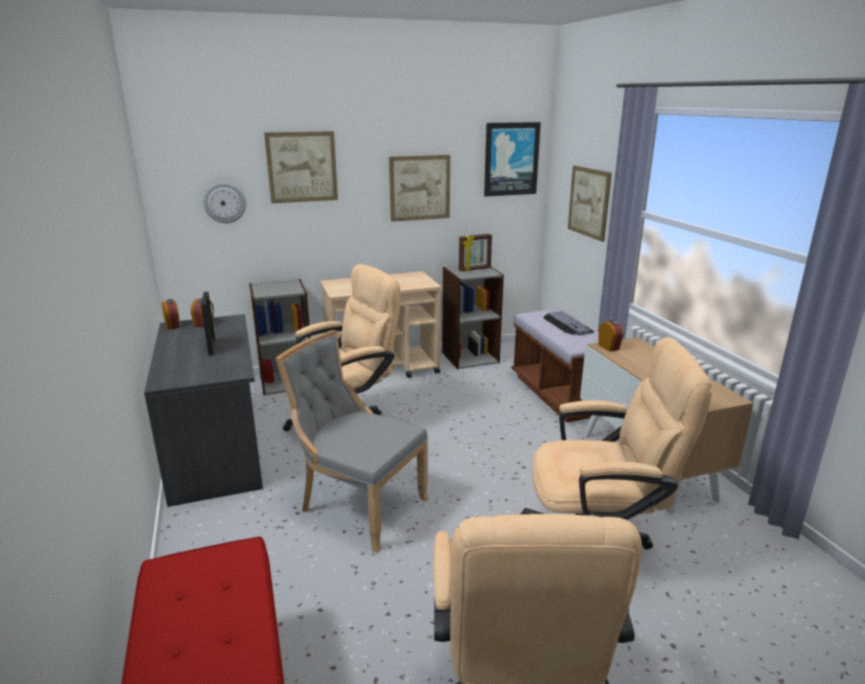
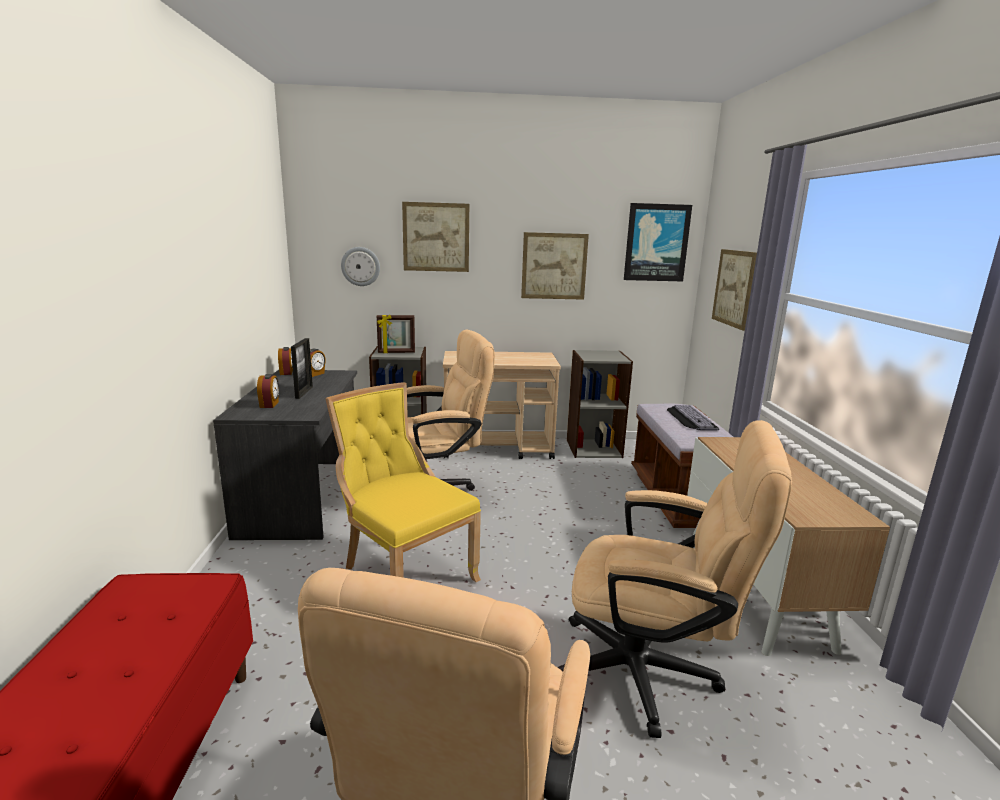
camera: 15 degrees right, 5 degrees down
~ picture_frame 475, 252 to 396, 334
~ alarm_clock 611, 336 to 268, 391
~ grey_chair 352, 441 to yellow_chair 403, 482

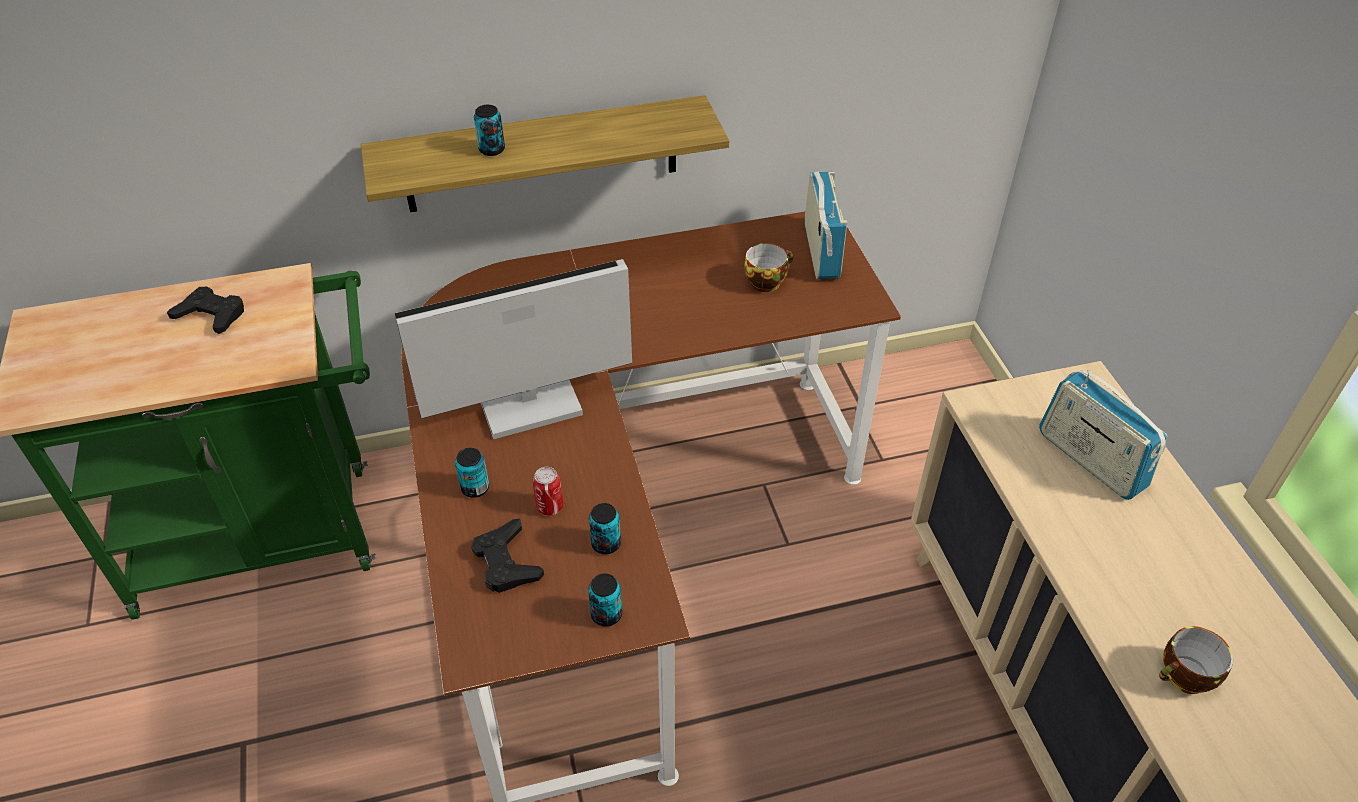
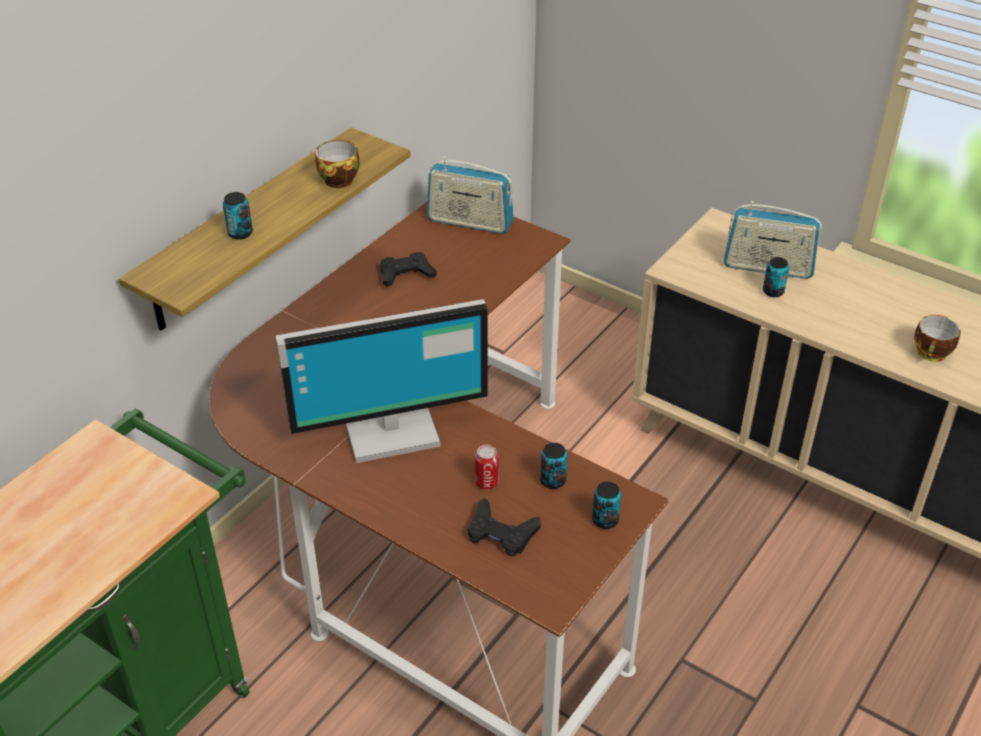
camera: 40 degrees left, 5 degrees down
~ black_game_controller 205, 310 to 408, 269
~ can 472, 473 to 776, 277
~ cup 768, 267 to 337, 164
~ monitor 513, 349 = 382, 381 135 degrees counterclockwise
~ radio 826, 225 = 470, 195 150 degrees clockwise

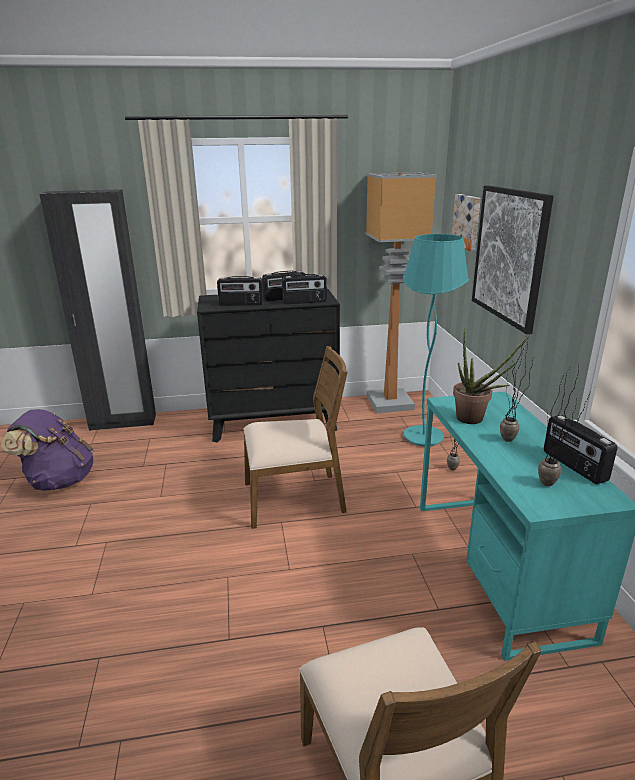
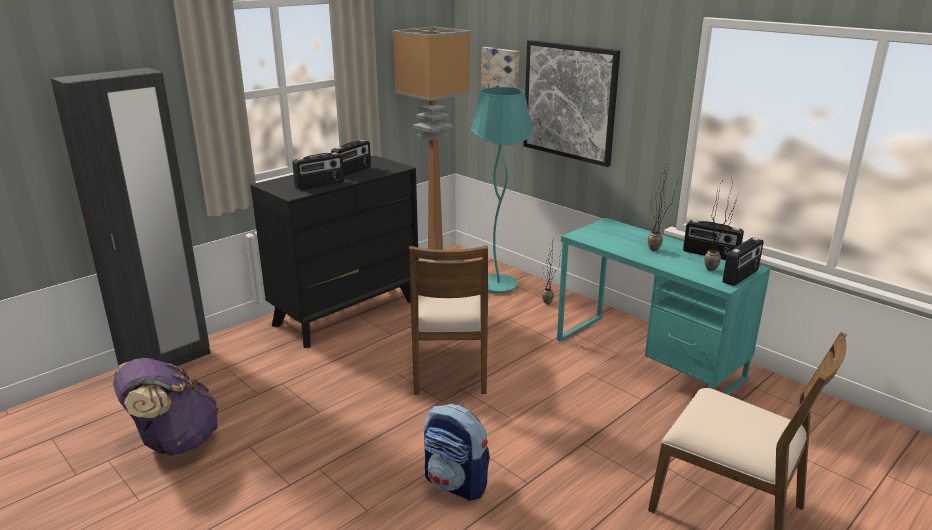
camera: 35 degrees left, 0 degrees up
- potted_plant 492, 376
+ backpack 457, 452
~ radio 304, 289 to 743, 261
~ brown_chair 295, 437 = 449, 320 135 degrees clockwise

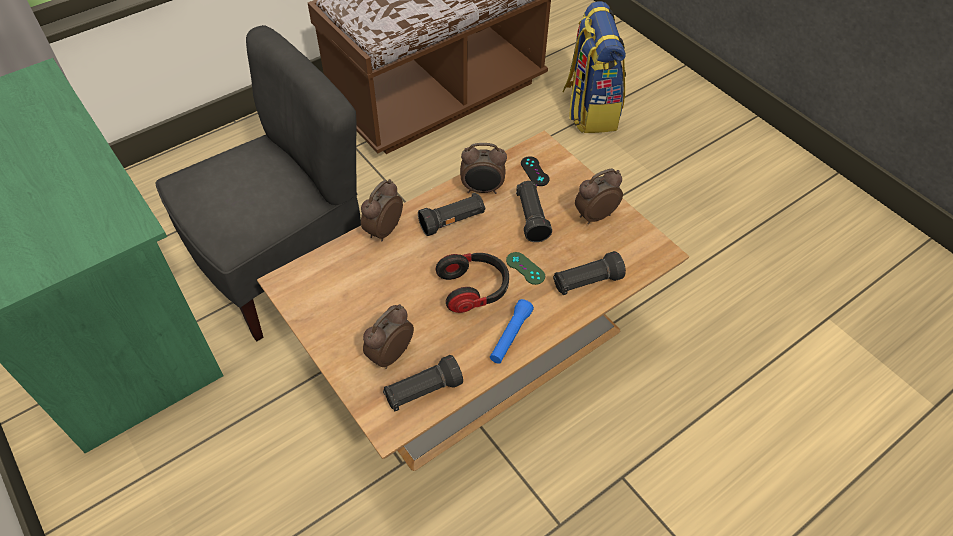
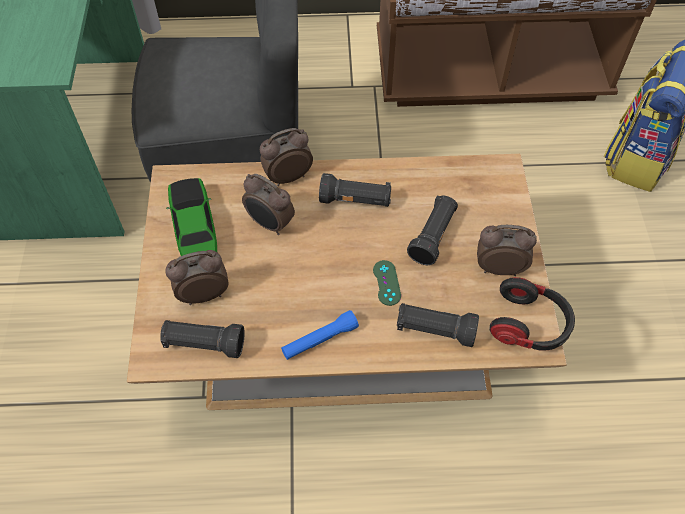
camera: 35 degrees right, 5 degrees up
- black_game_controller 535, 171
+ toy_car 191, 218
~ headphones 472, 283 to 532, 314
~ alarm_clock 483, 168 to 268, 204

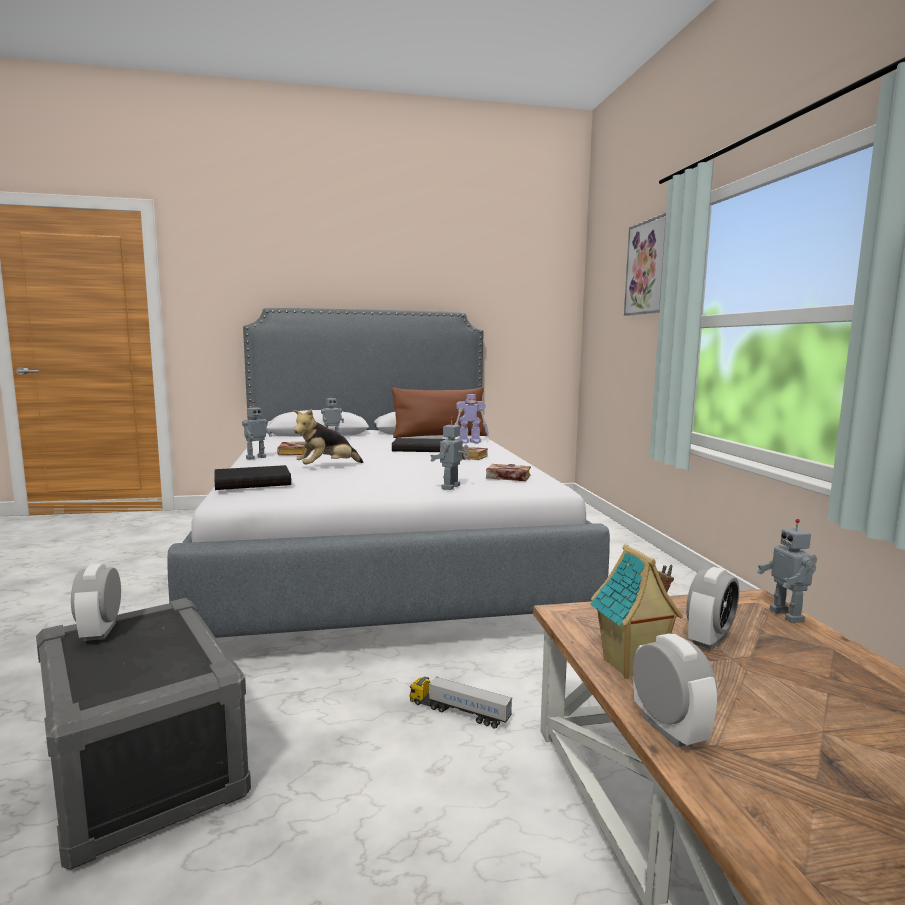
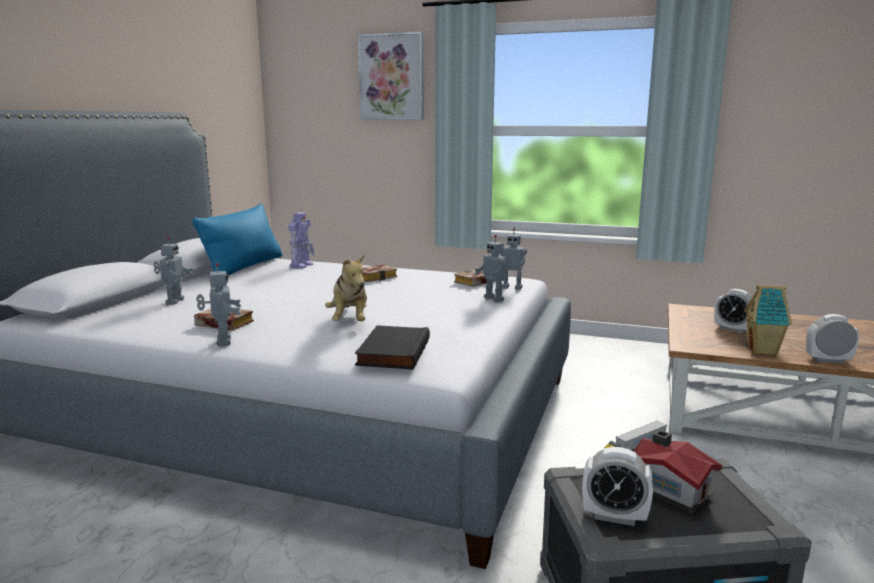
camera: 60 degrees left, 5 degrees up
- black_book 419, 445
+ toy_house 677, 471
~ toy_robot 787, 571 to 514, 259
~ brown_pillow 439, 412 to blue_pillow 237, 239
~ alarm_clock 712, 608 = 733, 311 150 degrees clockwise

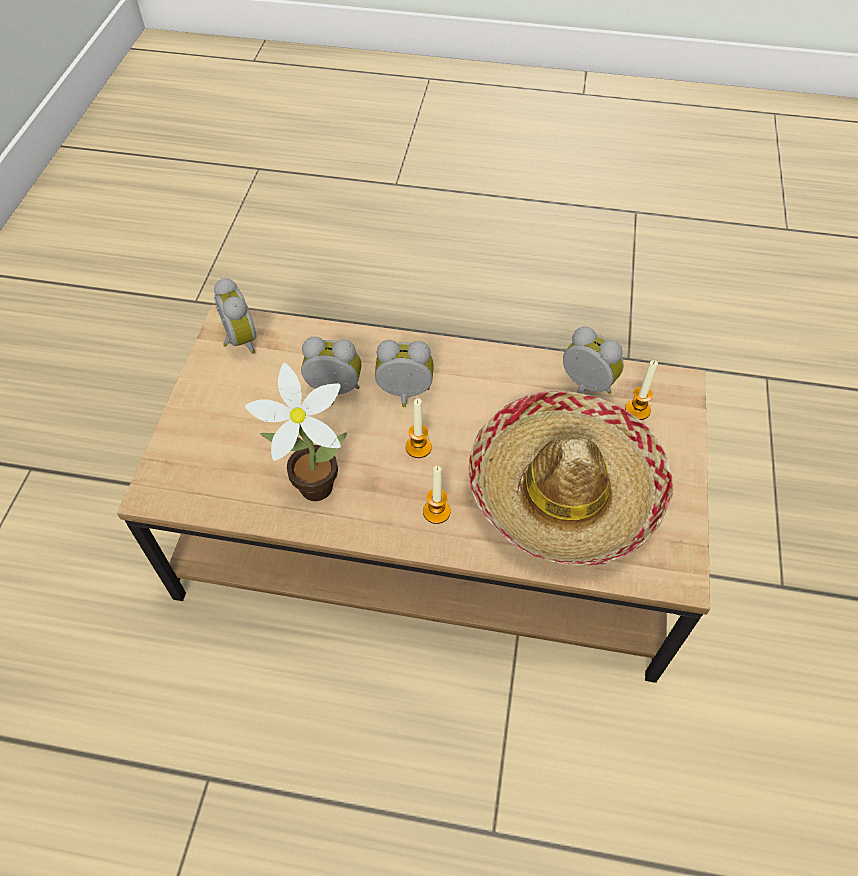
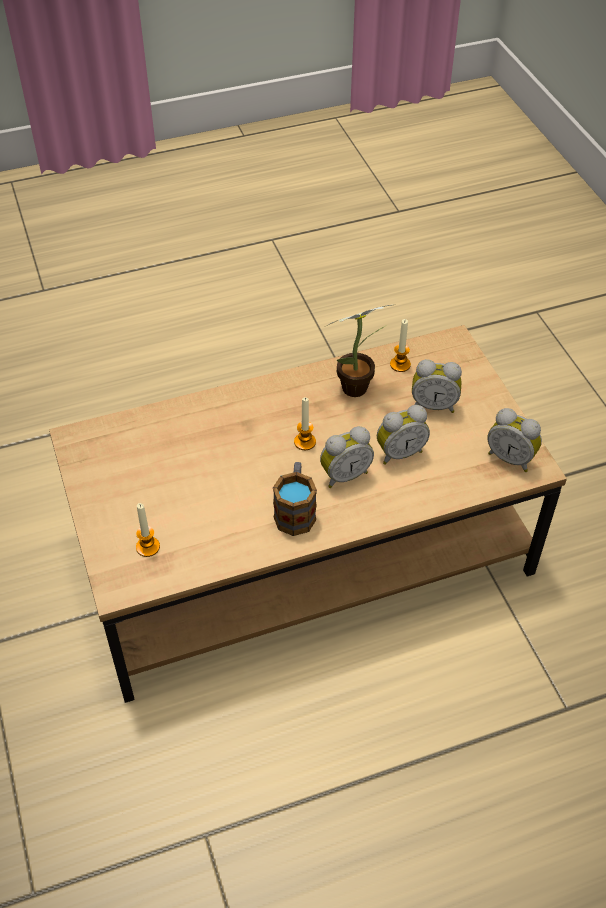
camera: 150 degrees right, 5 degrees down
- hat 570, 478
+ mug 295, 499
~ candle 437, 495 to 400, 345
~ alarm_clock 593, 360 to 437, 386

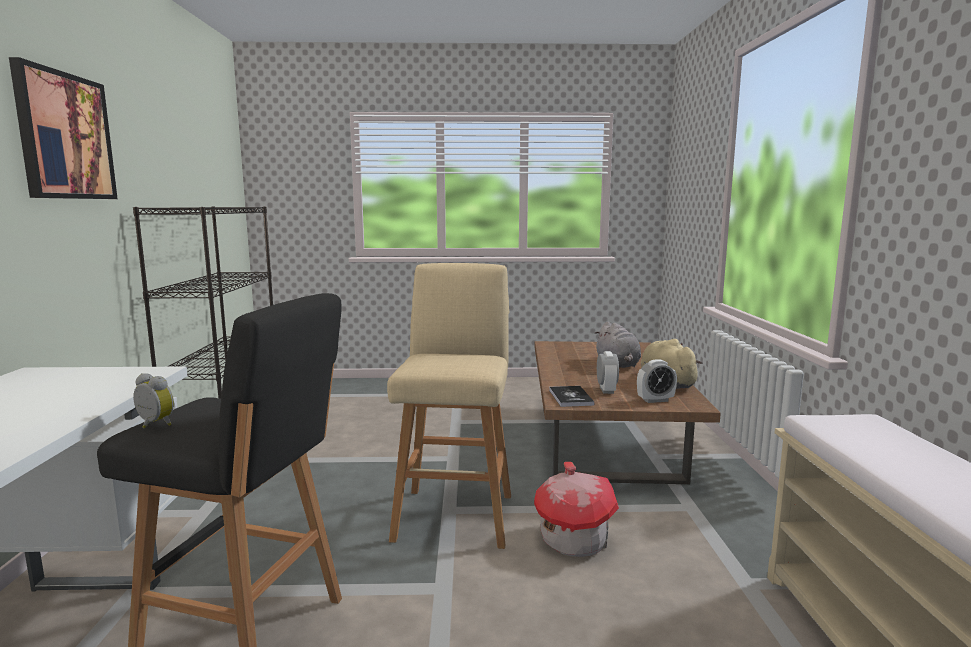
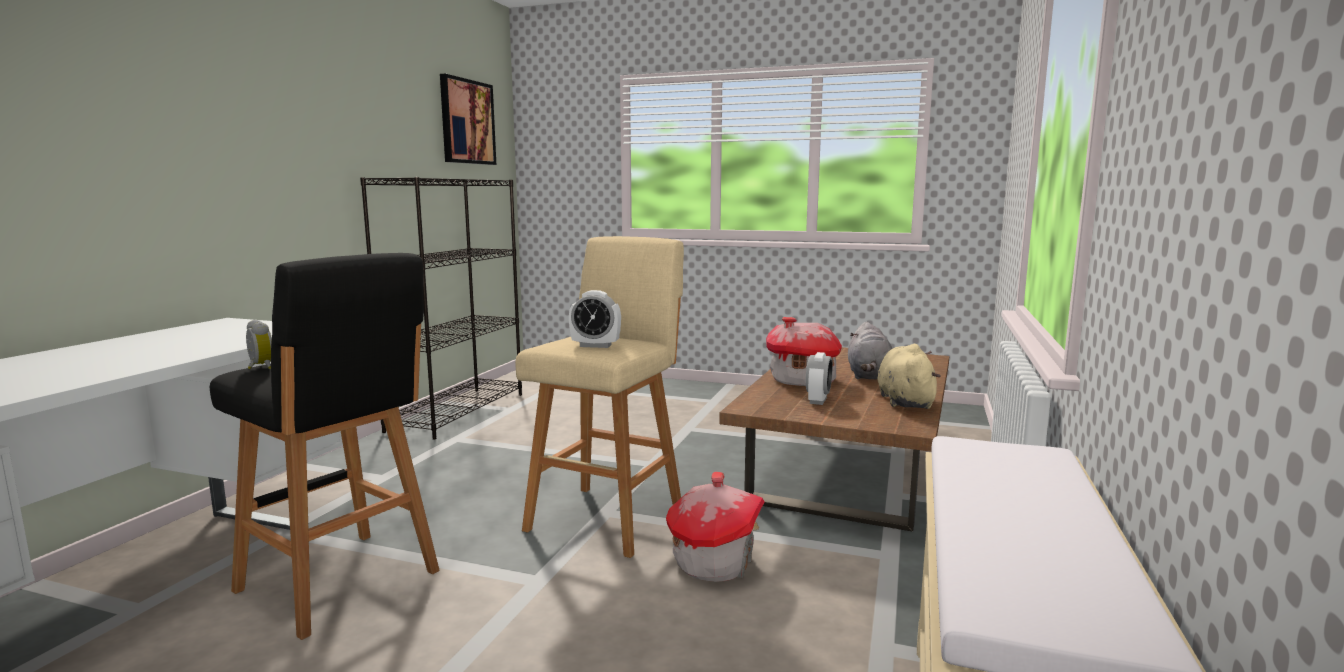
camera: 20 degrees right, 0 degrees up
- book 571, 396
+ toy_house 804, 351
~ picture 63, 128 to 468, 119
~ alarm_clock 657, 381 to 595, 319

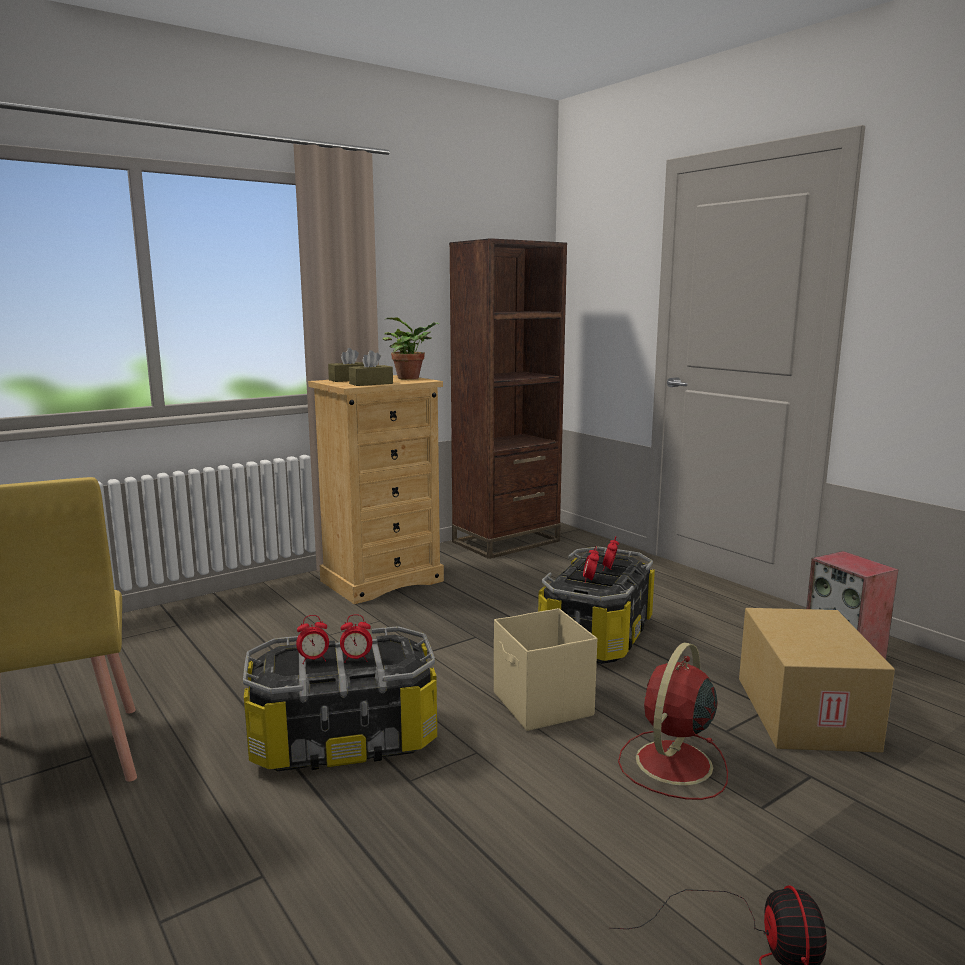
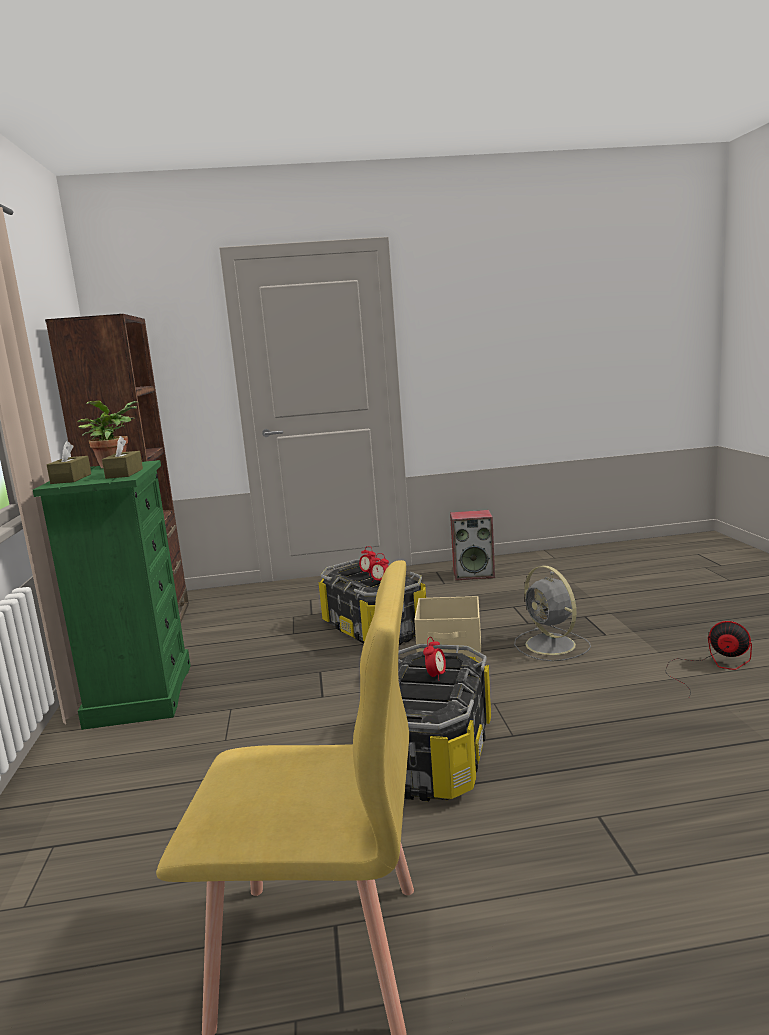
camera: 60 degrees left, 0 degrees up
- alarm_clock 312, 639
- cardboard_box 817, 680
~ beige_dresser 376, 489 to green_dresser 112, 595
~ red_fan 673, 721 to grey_fan 552, 613

